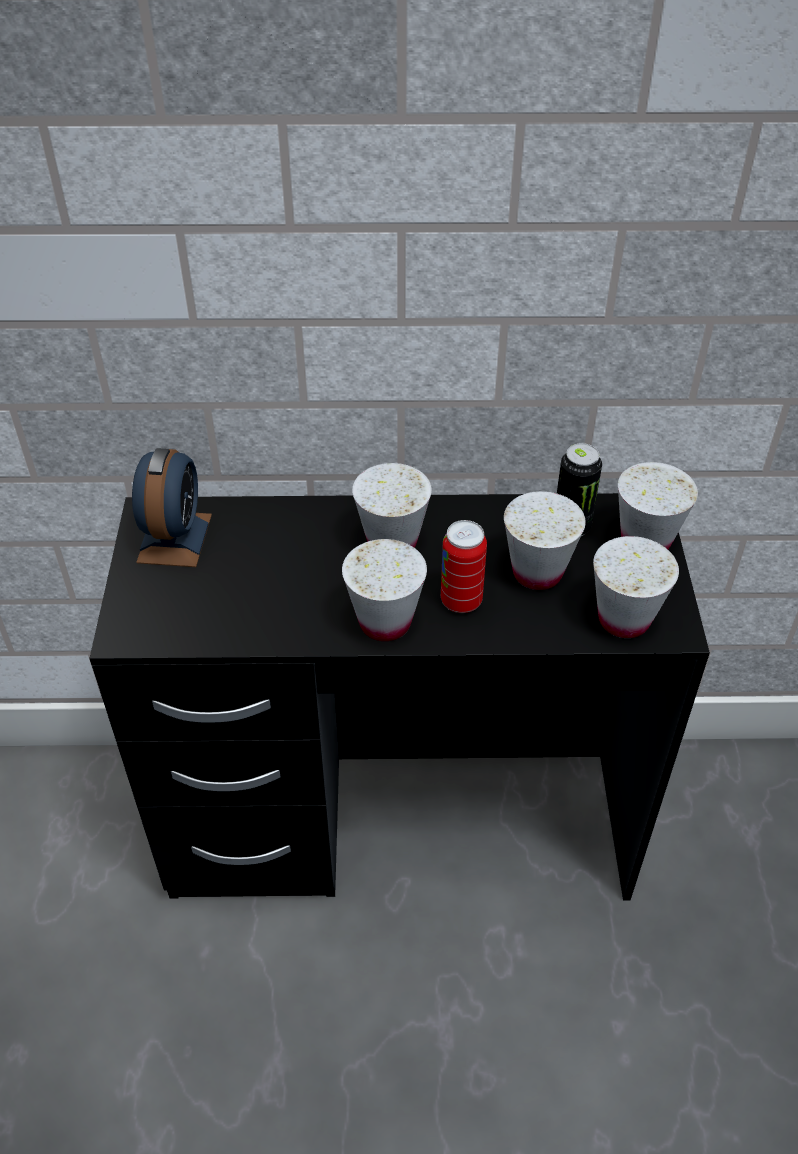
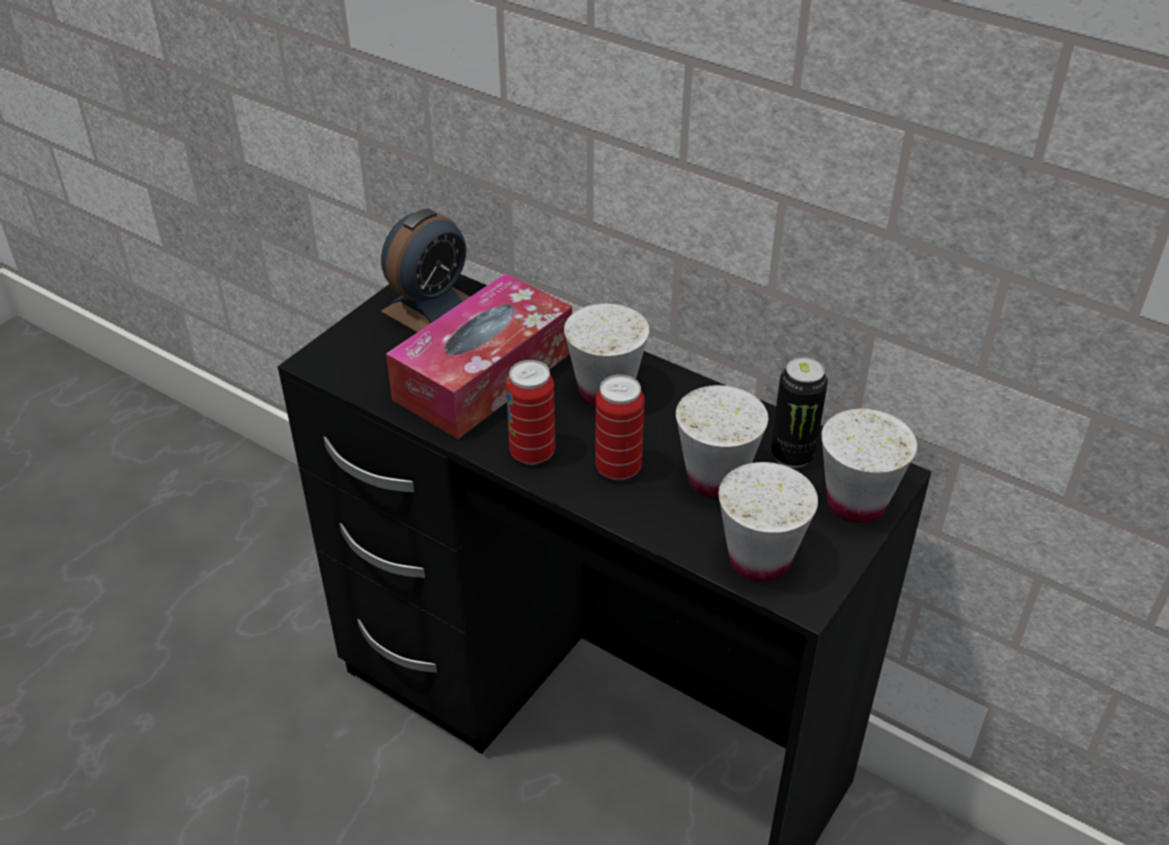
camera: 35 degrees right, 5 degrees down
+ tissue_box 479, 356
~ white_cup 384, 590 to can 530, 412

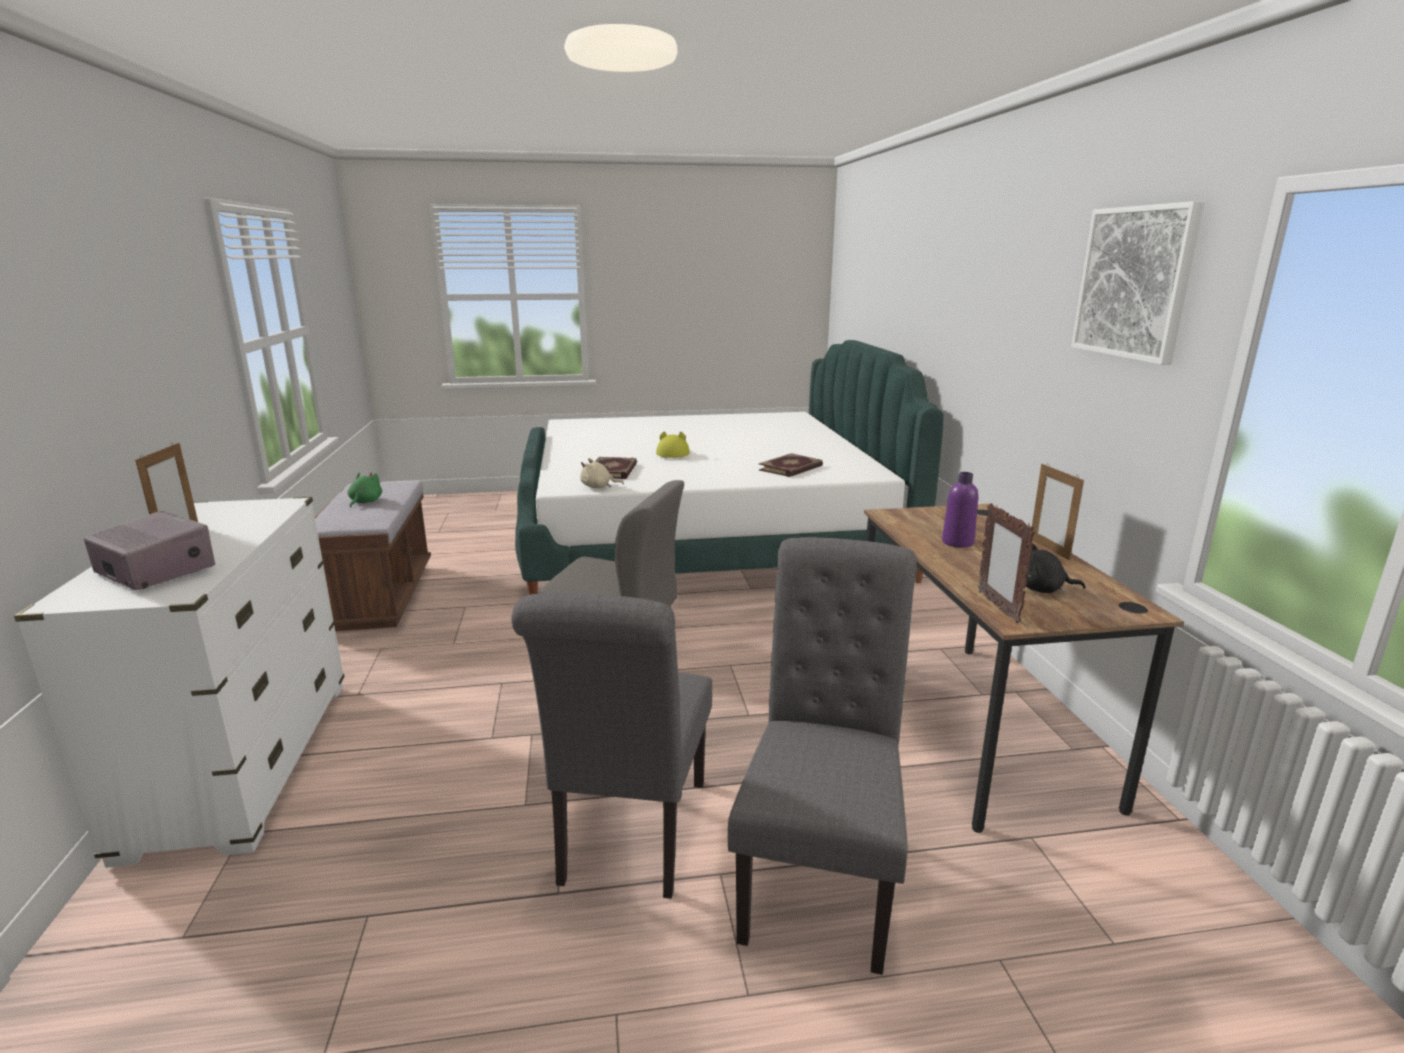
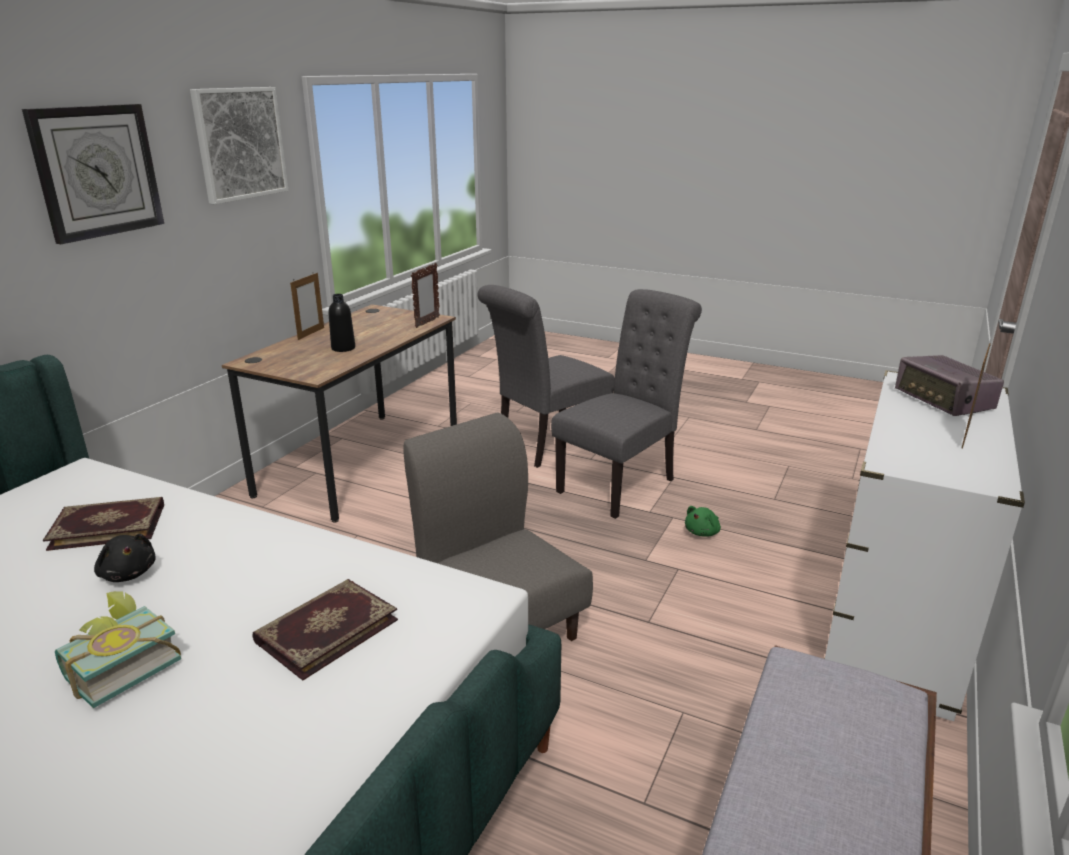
camera: 145 degrees left, 5 degrees up
- beige_plush_toy 602, 473
+ wall_clock 93, 174
~ green_plush_toy 365, 490 to 703, 521
~ black_plush_toy 1054, 568 to 125, 558
~ yellow_hat 673, 444 to book 118, 649
~ purple_bottle 960, 510 to black_bottle 342, 323

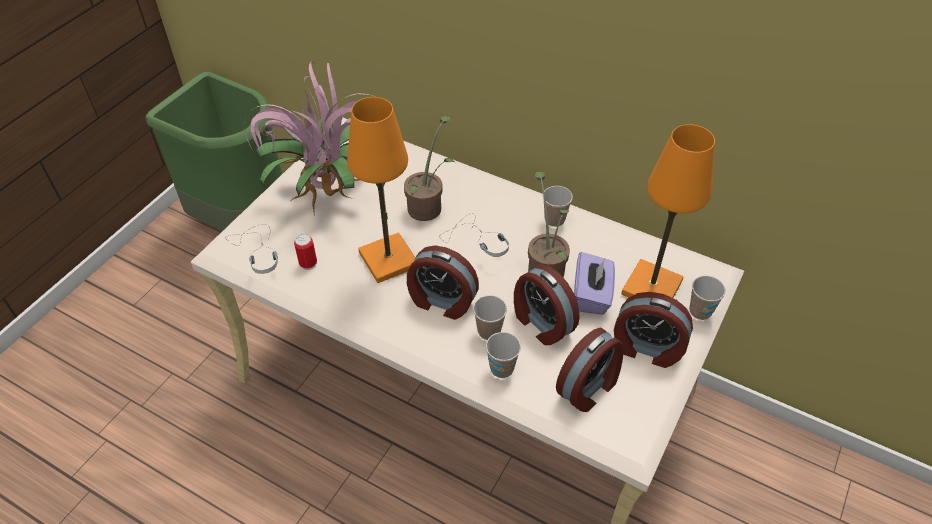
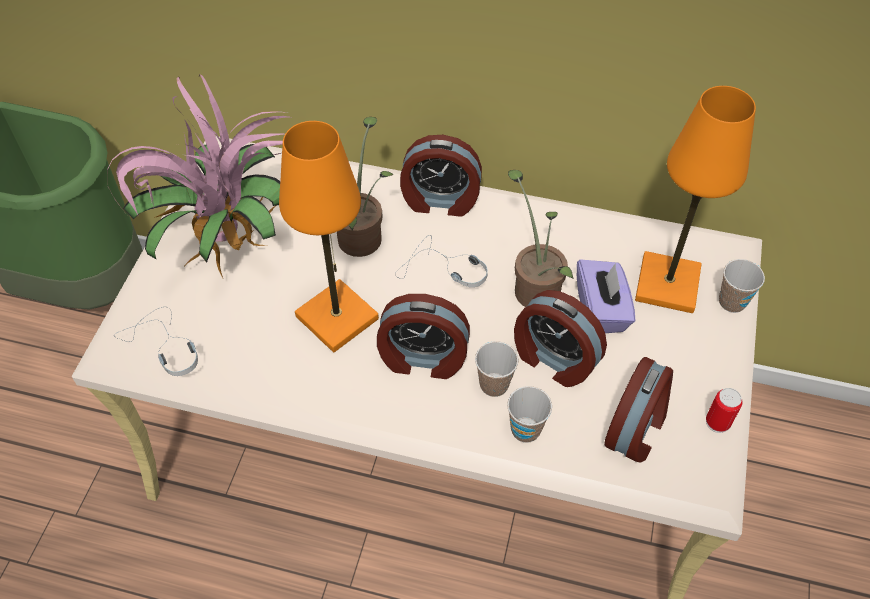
camera: 15 degrees left, 5 degrees up
- cup 558, 206
~ can 305, 252 to 724, 410
~ alarm_clock 653, 330 to 441, 176

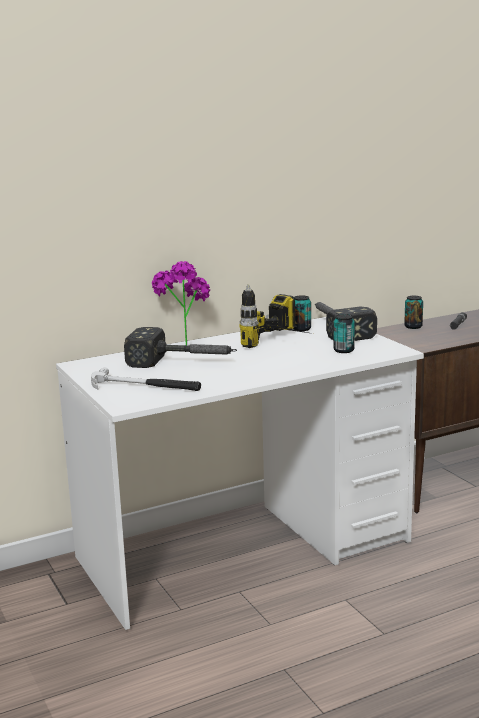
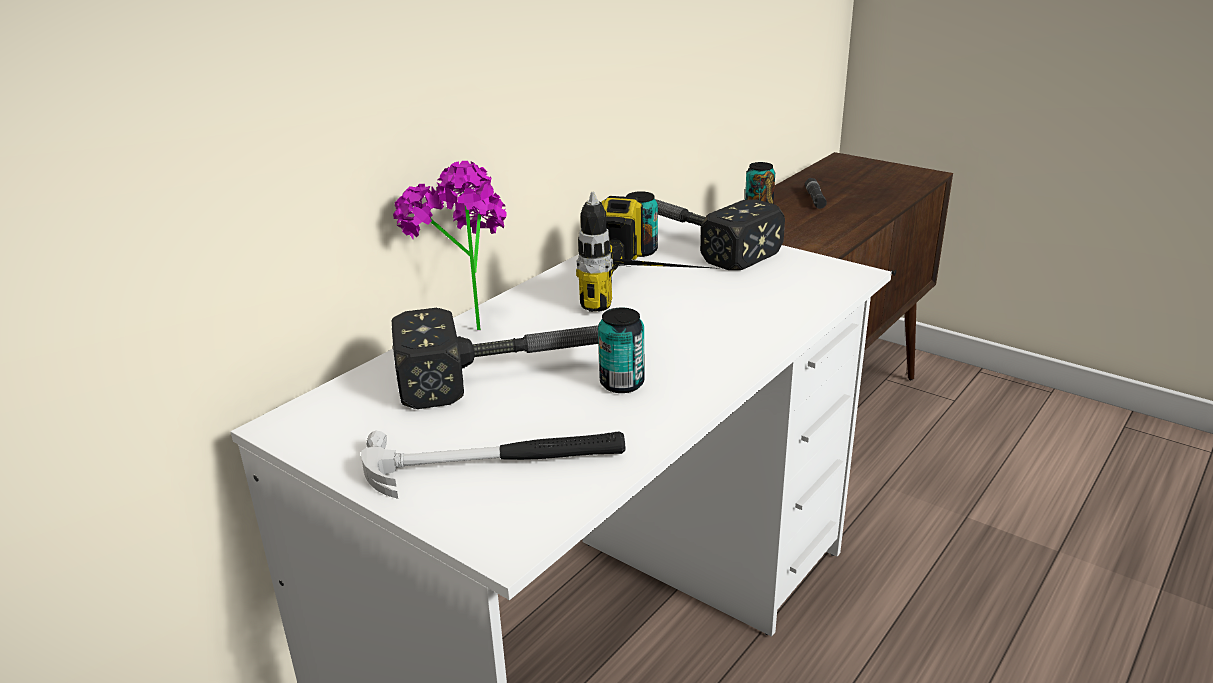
camera: 25 degrees left, 10 degrees up
~ can 344, 333 to 621, 350

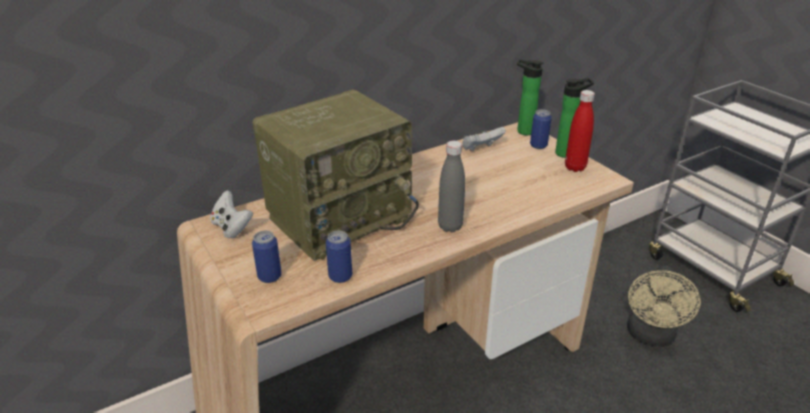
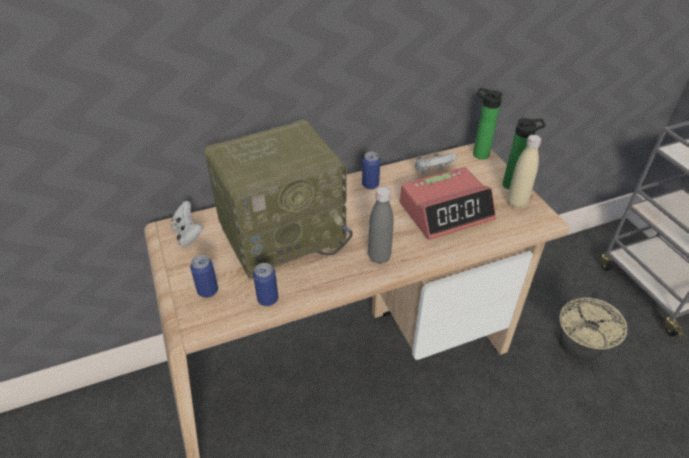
camera: 10 degrees right, 10 degrees up
+ alarm_clock 448, 203
~ can 541, 129 to 371, 170
~ red_bottle 580, 131 to beige_bottle 524, 171

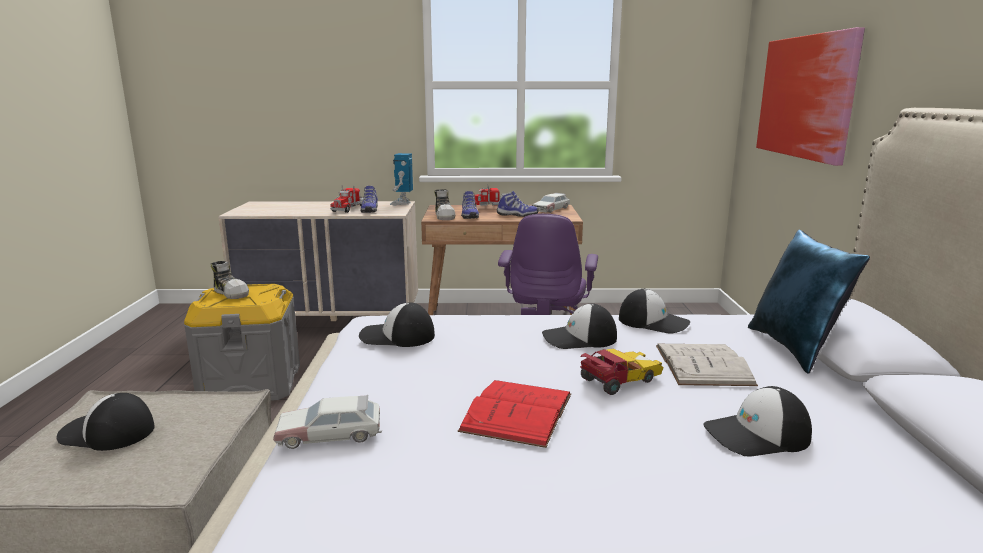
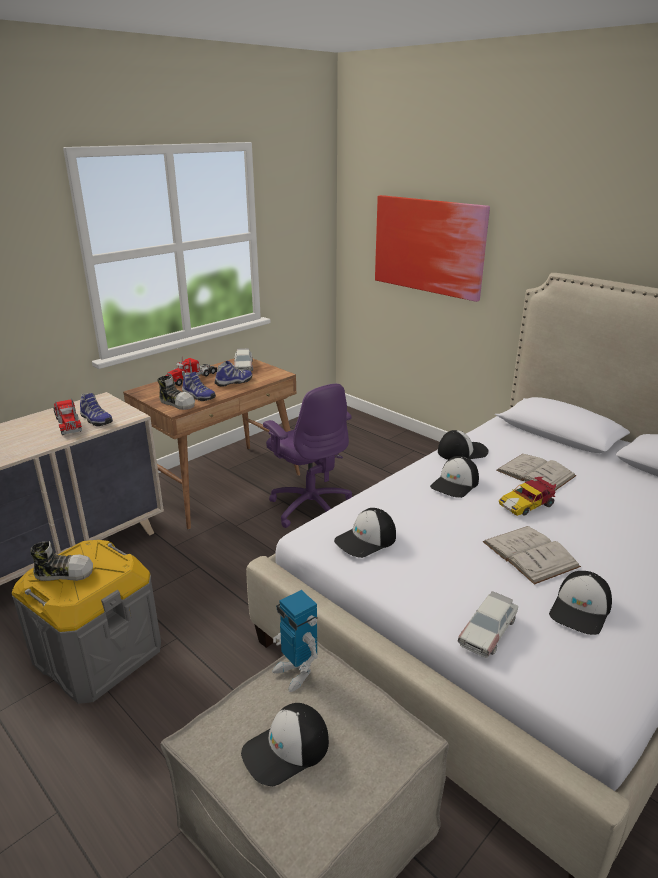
camera: 45 degrees left, 10 degrees up
- blue_pillow 809, 302
~ toy_robot 401, 179 to 295, 641
~ cap 757, 421 to 580, 603
~ red_book 514, 414 to white_book 532, 555
~ toy_car 622, 372 = 527, 496 135 degrees counterclockwise

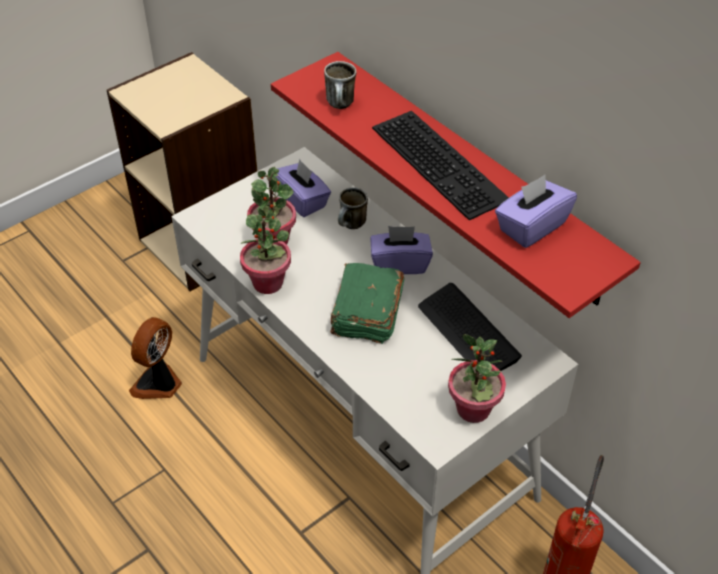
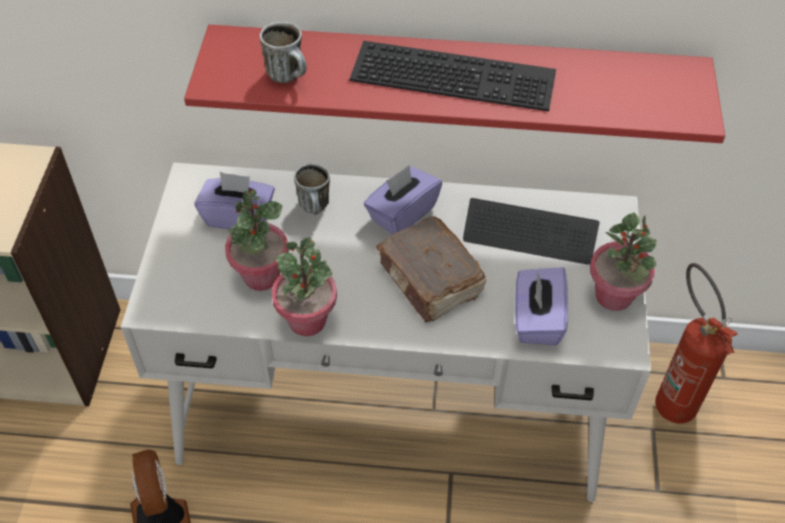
camera: 45 degrees left, 5 degrees up
~ purple_tissue_box 536, 211 to 541, 306
~ green_book 367, 303 to brown_book 431, 270

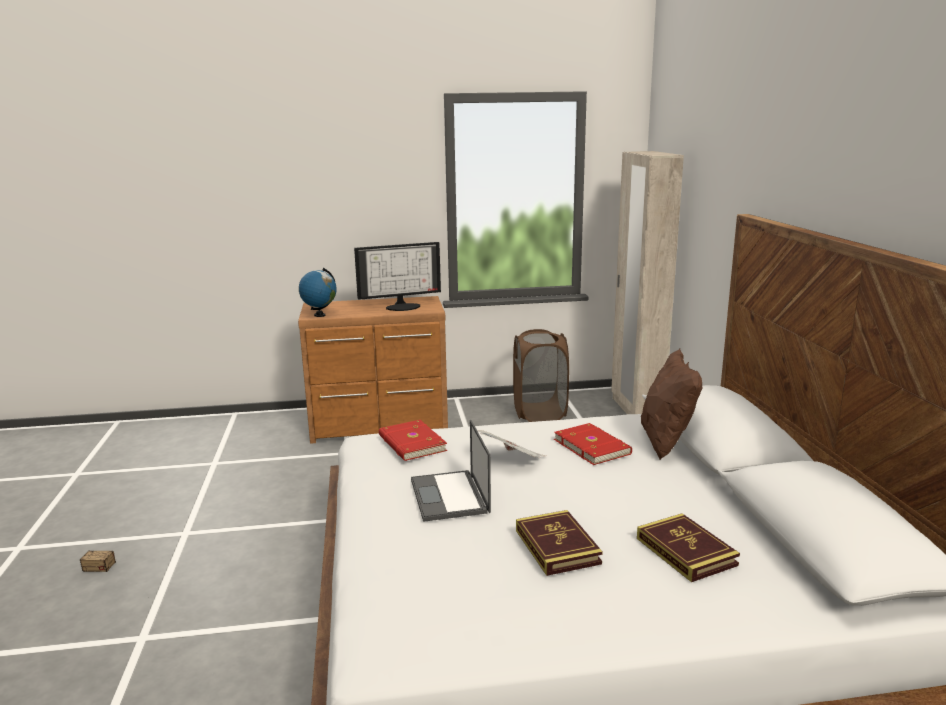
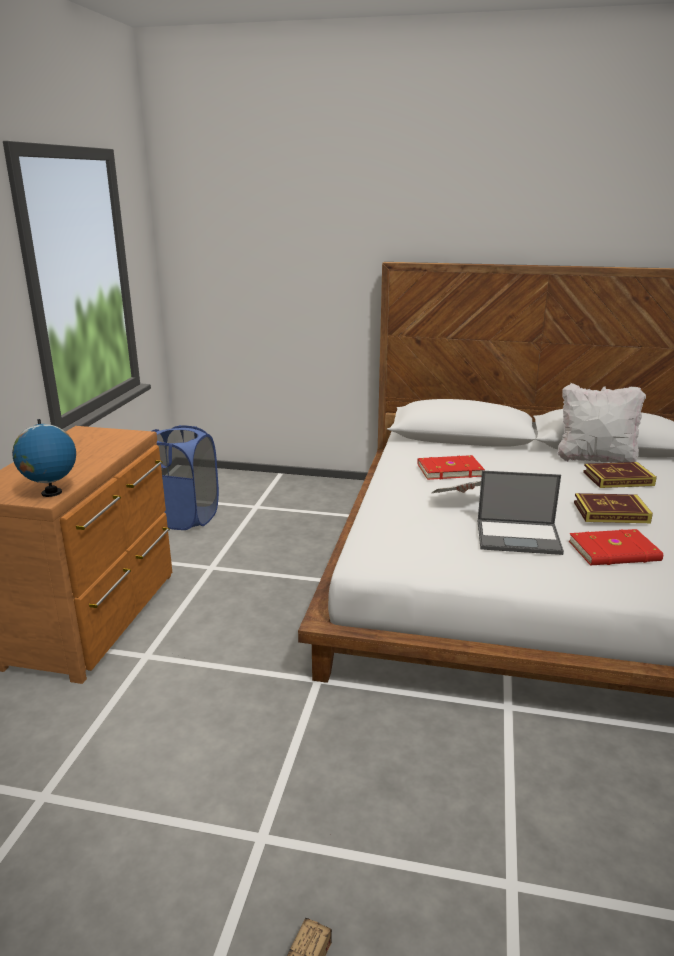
camera: 70 degrees left, 5 degrees up
- monitor 397, 276
- beige_wardrobe 647, 282
- brown_pillow 671, 404
+ white_pillow 601, 423
~ red_book 413, 440 to 616, 547
~ brown_laundry_basket 541, 375 to blue_laundry_basket 185, 477

